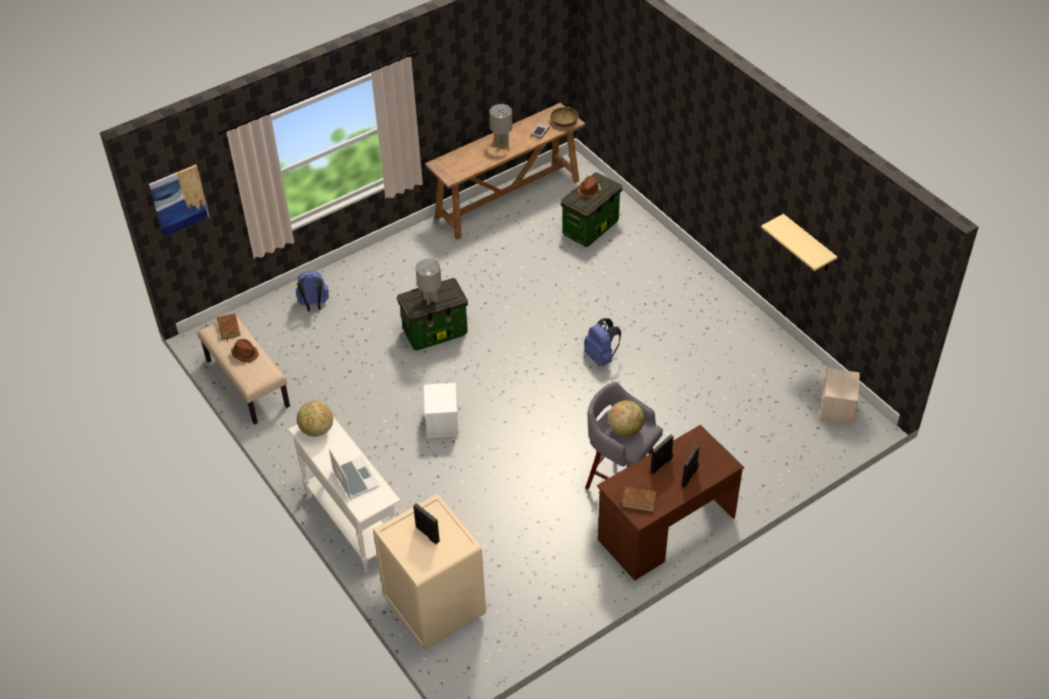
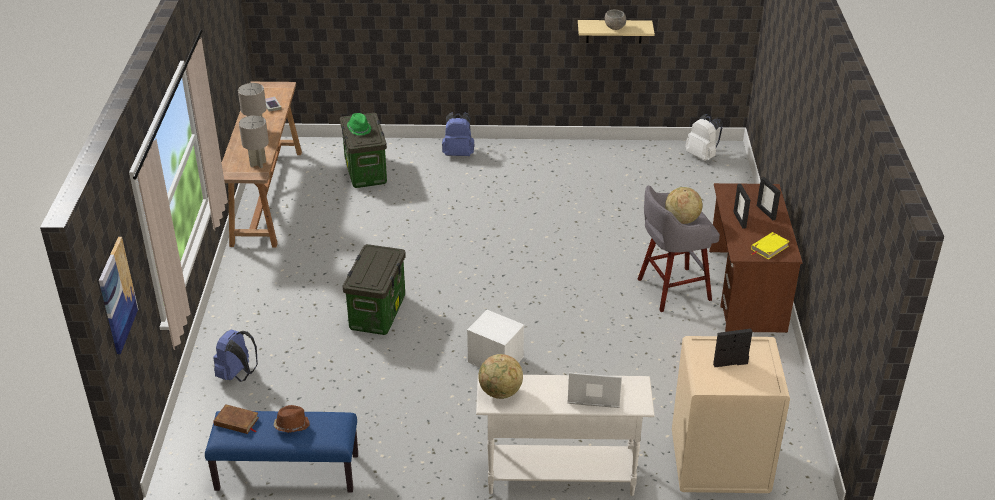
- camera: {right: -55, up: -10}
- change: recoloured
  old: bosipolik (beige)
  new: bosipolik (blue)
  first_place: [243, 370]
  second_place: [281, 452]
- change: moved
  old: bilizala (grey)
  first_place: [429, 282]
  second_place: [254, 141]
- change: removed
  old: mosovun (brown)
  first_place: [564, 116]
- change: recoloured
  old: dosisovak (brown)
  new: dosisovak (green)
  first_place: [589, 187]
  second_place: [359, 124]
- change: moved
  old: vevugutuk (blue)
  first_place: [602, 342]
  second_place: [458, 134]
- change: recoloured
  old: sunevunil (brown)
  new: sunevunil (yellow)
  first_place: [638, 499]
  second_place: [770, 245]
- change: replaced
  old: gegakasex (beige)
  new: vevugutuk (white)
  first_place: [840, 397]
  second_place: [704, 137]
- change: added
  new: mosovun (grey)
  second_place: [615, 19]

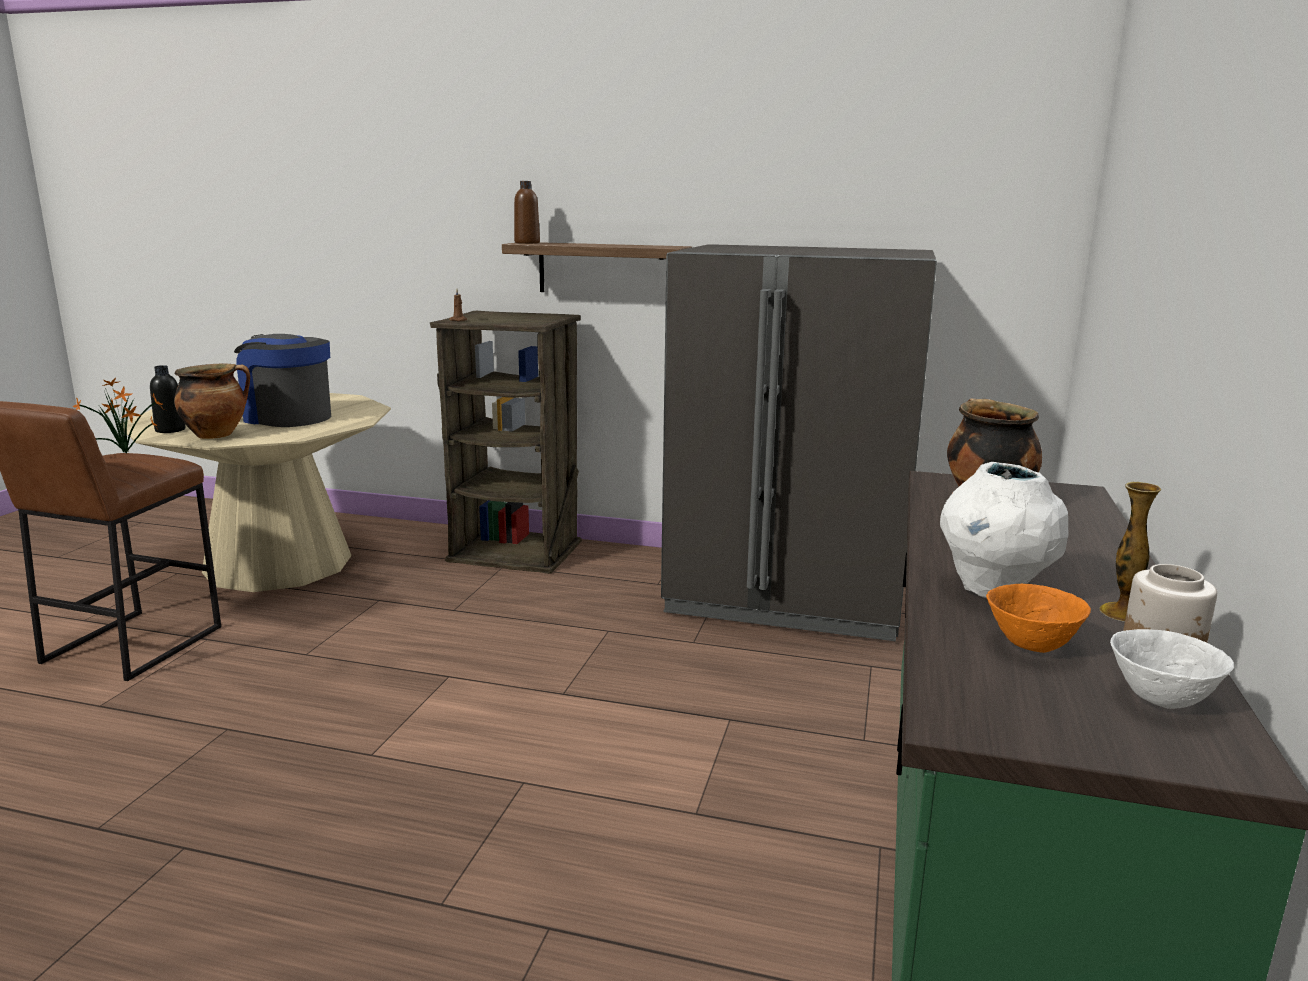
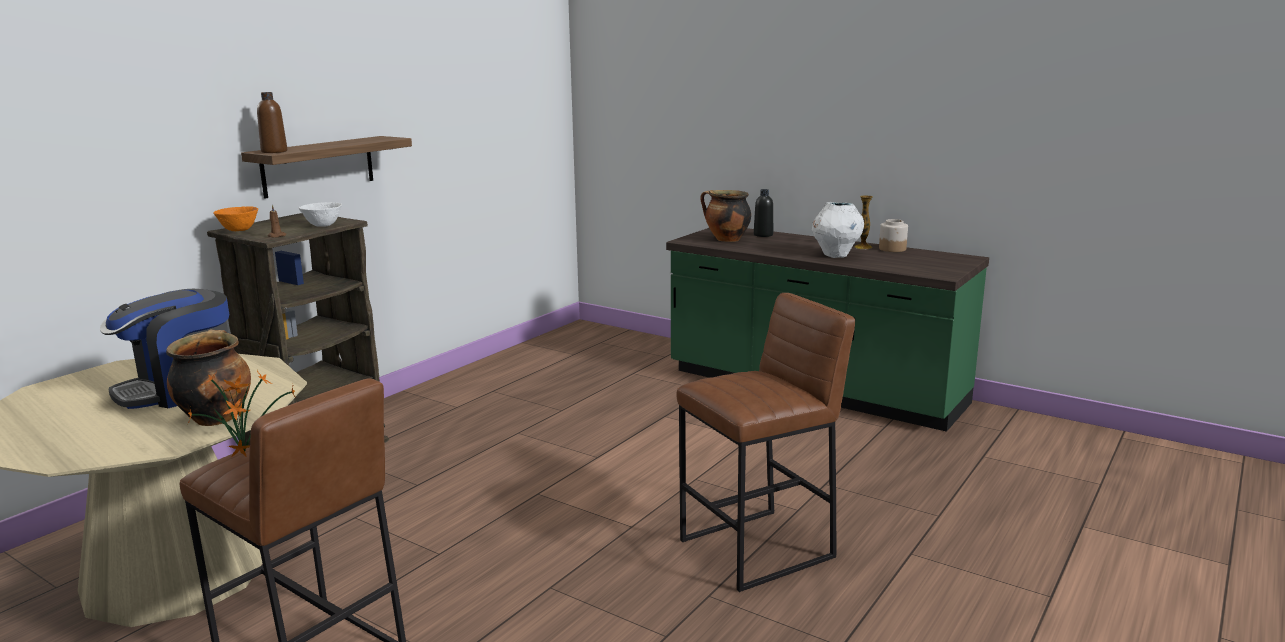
- camera: {right: -70, up: 0}
- change: moved
  old: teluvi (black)
  first_place: [168, 399]
  second_place: [763, 213]
- change: removed
  old: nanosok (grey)
  first_place: [799, 442]
- change: moved
  old: mosovun (orange)
  first_place: [1038, 618]
  second_place: [235, 218]
- change: moved
  old: mosovun (white)
  first_place: [1172, 669]
  second_place: [320, 214]
- change: added
  new: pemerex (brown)
  second_place: [765, 442]

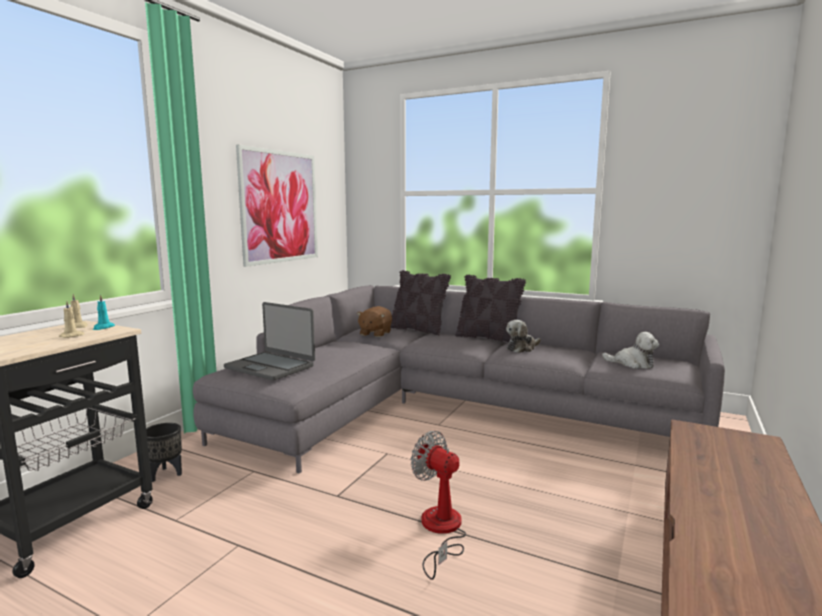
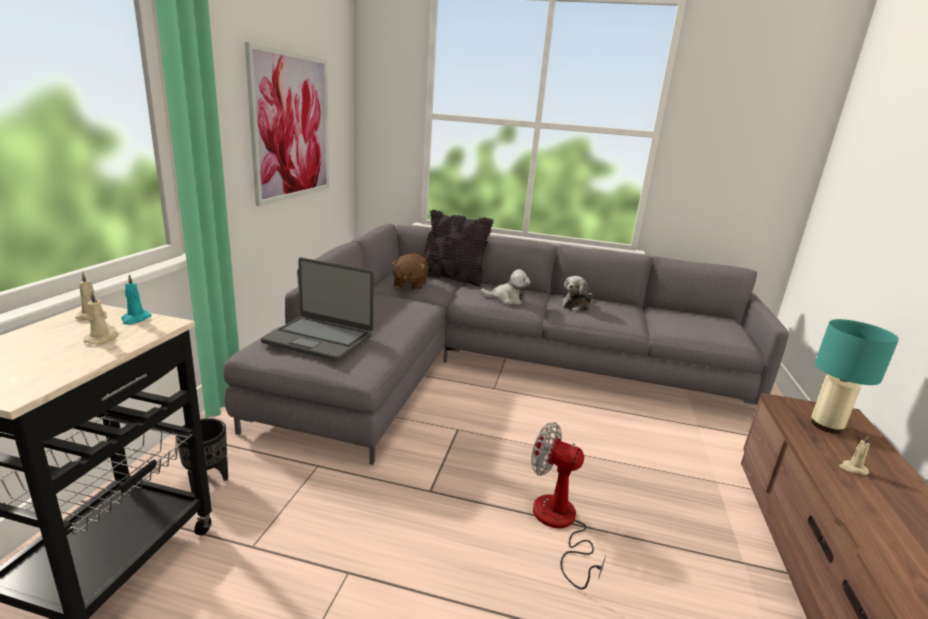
- camera: {right: -15, up: 10}
- change: removed
  old: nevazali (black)
  first_place: [490, 308]
- change: moved
  old: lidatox
  first_place: [630, 350]
  second_place: [506, 287]
- change: added
  new: bilizala (turquoise)
  second_place: [855, 376]
- change: added
  new: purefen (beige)
  second_place: [854, 455]

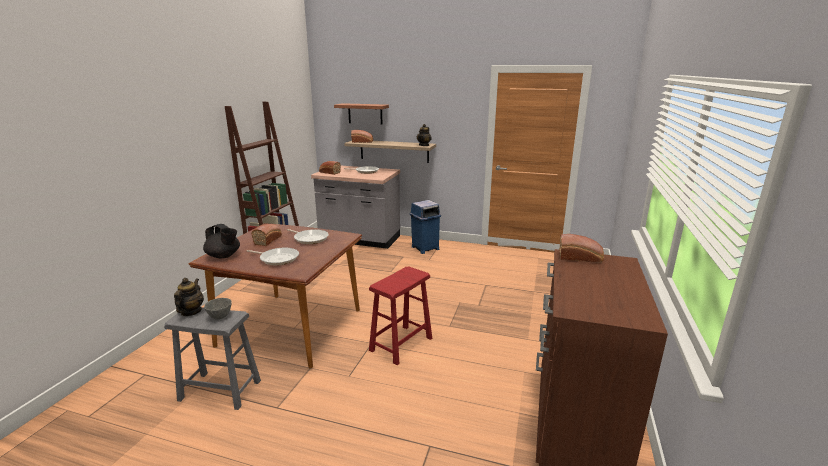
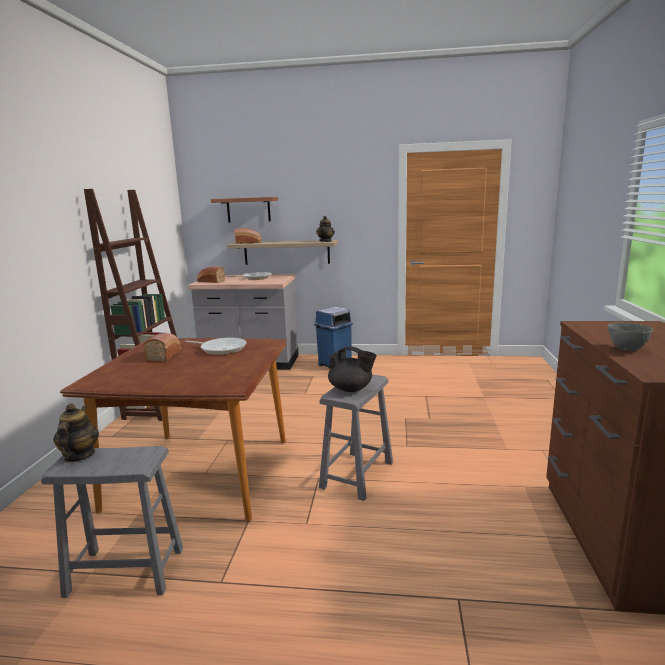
- camera: {right: -10, up: -5}
- change: moved
  old: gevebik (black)
  first_place: [221, 241]
  second_place: [352, 369]
- change: moved
  old: mosovun (grey)
  first_place: [218, 308]
  second_place: [630, 337]
- change: removed
  old: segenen
  first_place: [273, 257]
- change: recoloured
  old: pemerex (red)
  new: pemerex (grey)
  first_place: [400, 316]
  second_place: [356, 437]
- change: removed
  old: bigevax
  first_place: [581, 248]

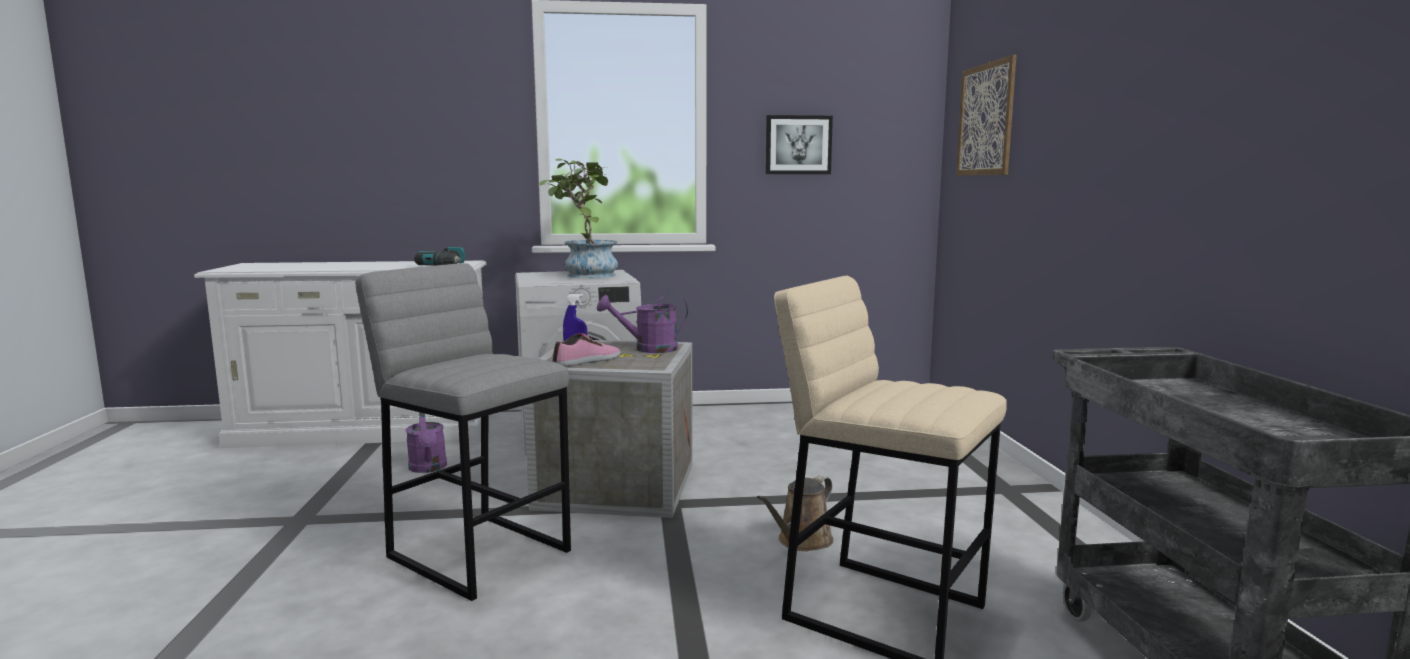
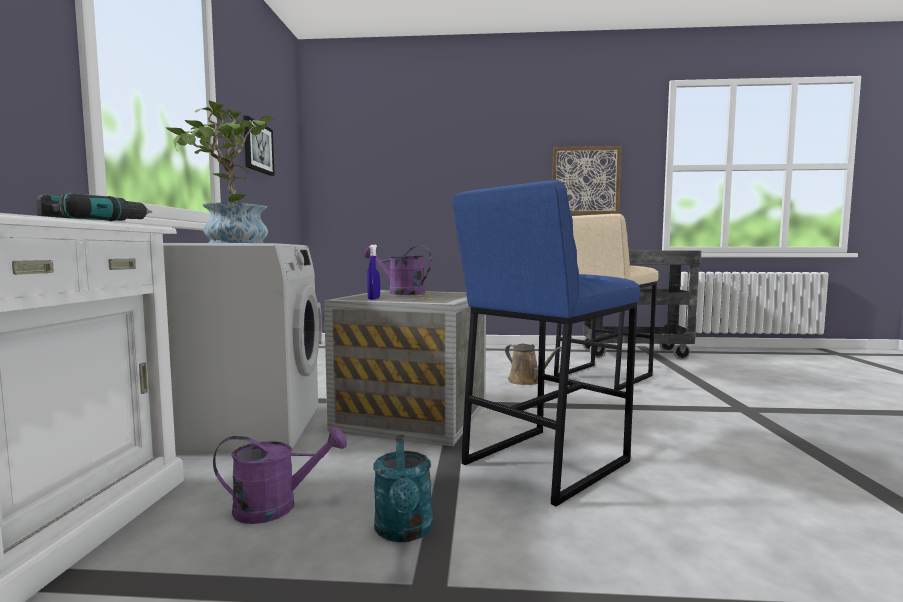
- camera: {right: -80, up: -5}
- change: recoloured
  old: pemerex (grey)
  new: pemerex (blue)
  first_place: [463, 432]
  second_place: [546, 343]
- change: removed
  old: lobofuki
  first_place: [586, 350]
- change: turned
  old: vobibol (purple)
  first_place: [642, 323]
  second_place: [398, 270]
  degrees: 120
- change: moved
  old: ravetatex
  first_place: [986, 115]
  second_place: [586, 180]
- change: added
  new: vobibol (turquoise)
  second_place: [403, 488]

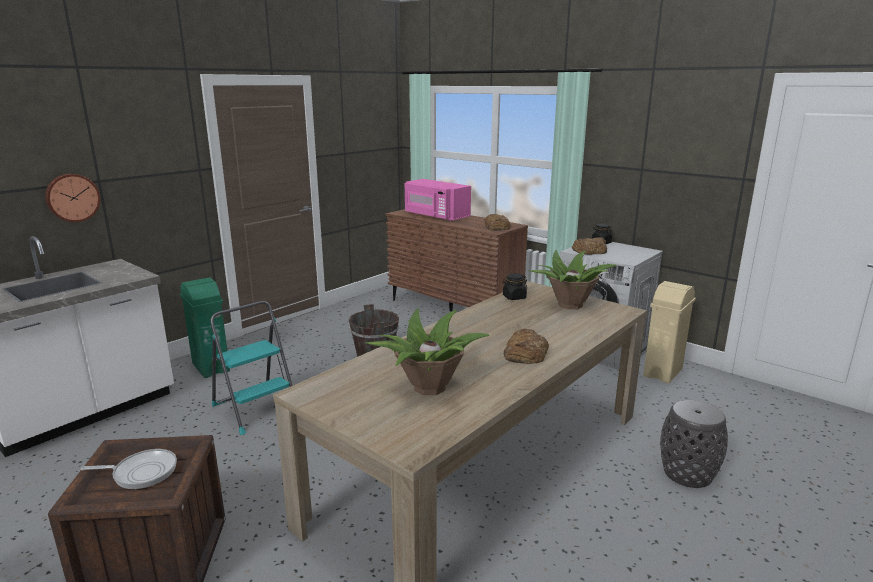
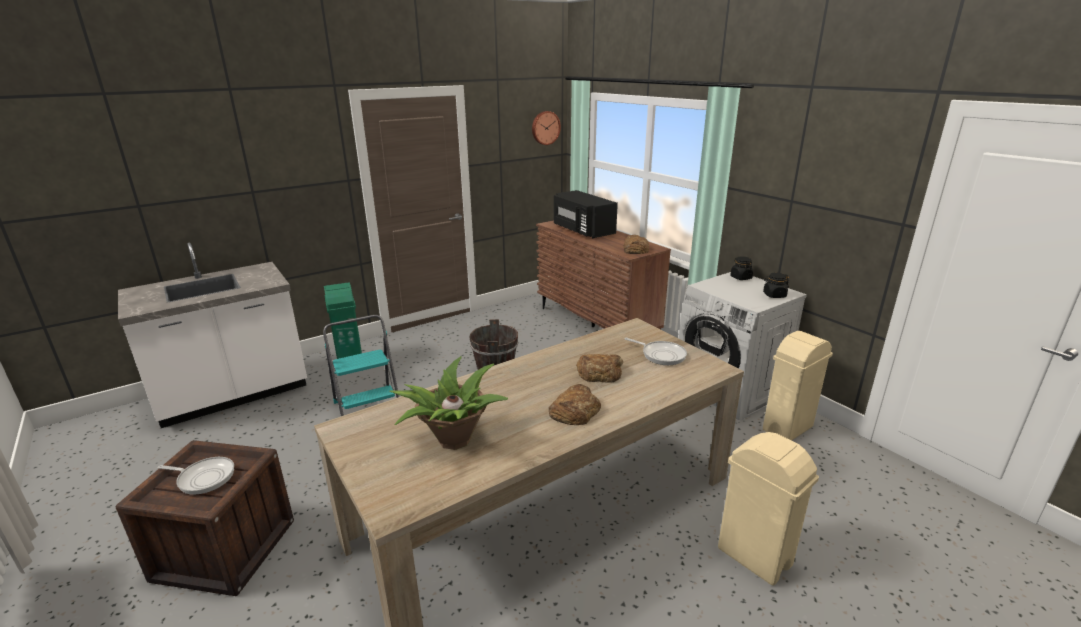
- camera: {right: 15, up: 5}
- change: moved
  old: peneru
  first_place: [73, 198]
  second_place: [546, 128]
- change: recoloured
  old: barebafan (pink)
  new: barebafan (black)
  first_place: [438, 200]
  second_place: [586, 214]
- change: moved
  old: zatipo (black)
  first_place: [514, 286]
  second_place: [776, 285]
- change: replaced
  old: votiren
  new: segenen
  first_place: [572, 280]
  second_place: [655, 351]
- change: moved
  old: bigevax
  first_place: [589, 246]
  second_place: [599, 368]
- change: replaced
  old: pemerex (grey)
  new: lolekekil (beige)
  first_place: [694, 444]
  second_place: [768, 509]

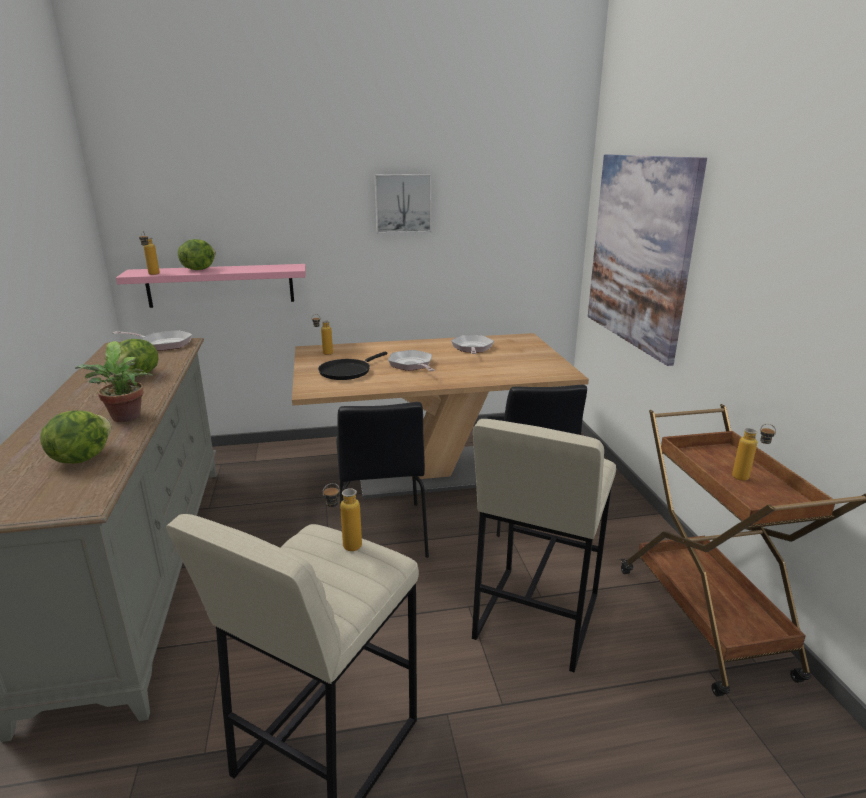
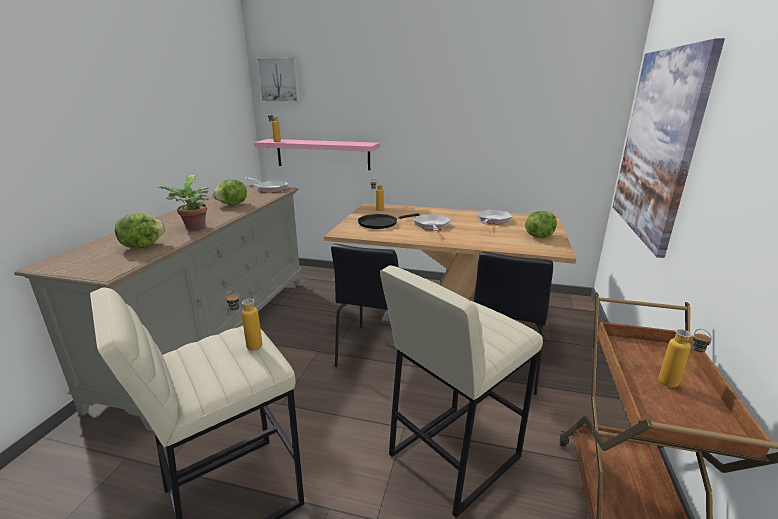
- camera: {right: 25, up: 0}
- change: moved
  old: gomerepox
  first_place: [197, 254]
  second_place: [541, 225]
- change: moved
  old: ravetatex
  first_place: [403, 204]
  second_place: [278, 80]

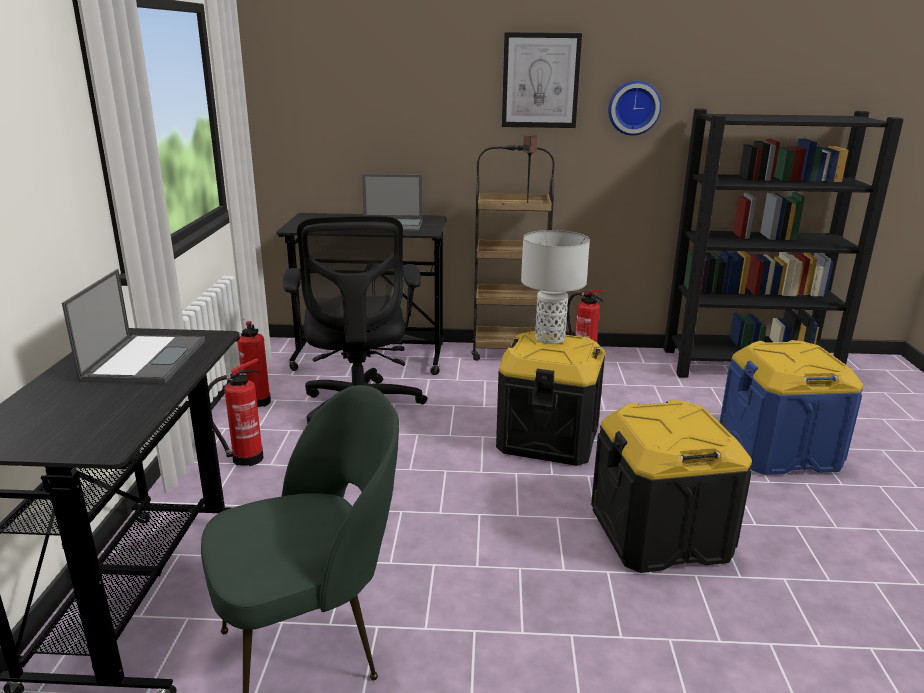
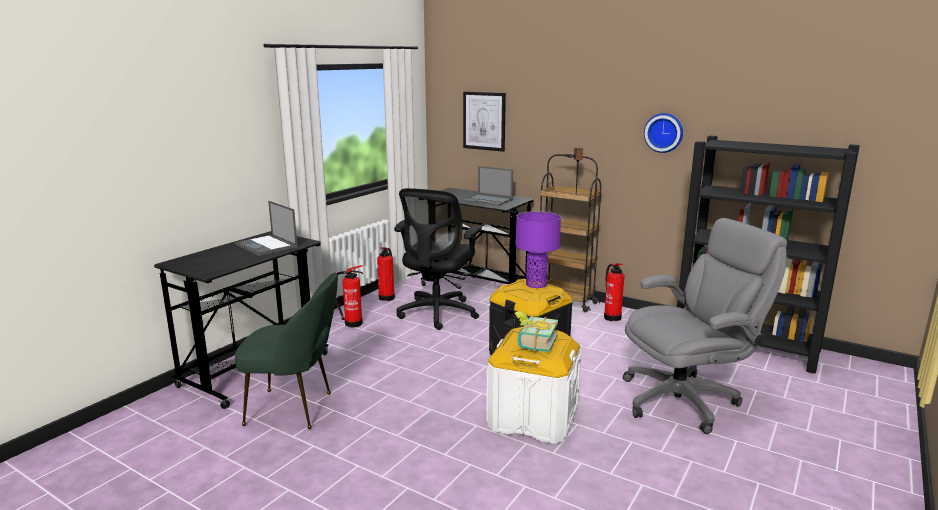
- camera: {right: 30, up: -5}
- change: turned
  old: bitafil
  first_place: [133, 326]
  second_place: [266, 228]
  degrees: 105
- change: moved
  old: ravetatex
  first_place: [542, 80]
  second_place: [484, 122]
- change: recoloured
  old: bilizala (white)
  new: bilizala (purple)
  first_place: [555, 287]
  second_place: [538, 249]
- change: recoloured
  old: gegakasex (black)
  new: gegakasex (white)
  first_place: [671, 486]
  second_place: [533, 385]
- change: replaced
  old: gegakasex (blue)
  new: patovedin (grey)
  first_place: [791, 407]
  second_place: [705, 326]
- change: added
  new: sunevunil
  second_place: [536, 332]

